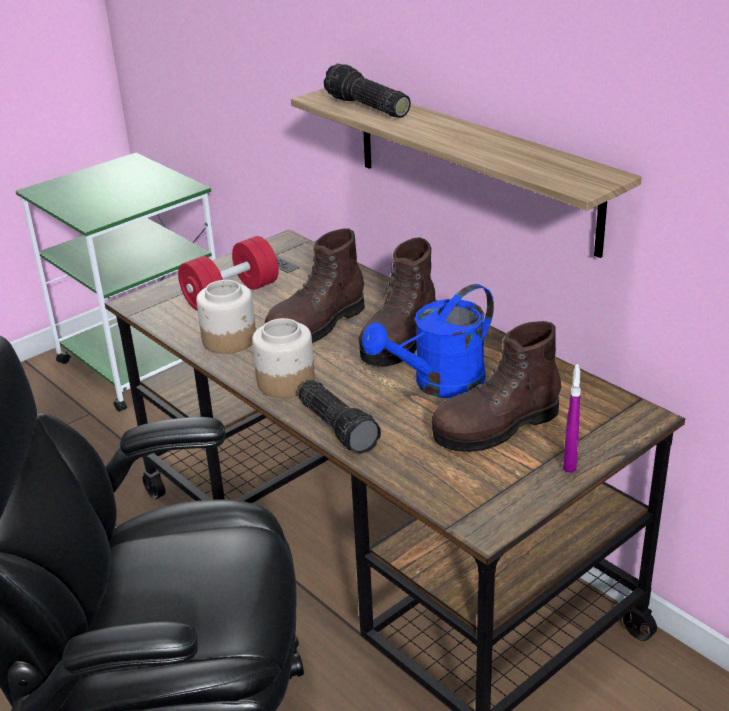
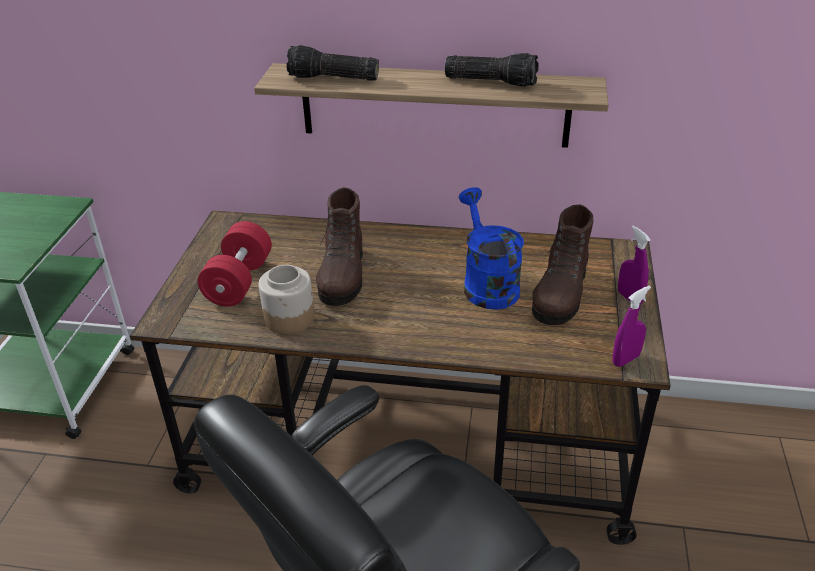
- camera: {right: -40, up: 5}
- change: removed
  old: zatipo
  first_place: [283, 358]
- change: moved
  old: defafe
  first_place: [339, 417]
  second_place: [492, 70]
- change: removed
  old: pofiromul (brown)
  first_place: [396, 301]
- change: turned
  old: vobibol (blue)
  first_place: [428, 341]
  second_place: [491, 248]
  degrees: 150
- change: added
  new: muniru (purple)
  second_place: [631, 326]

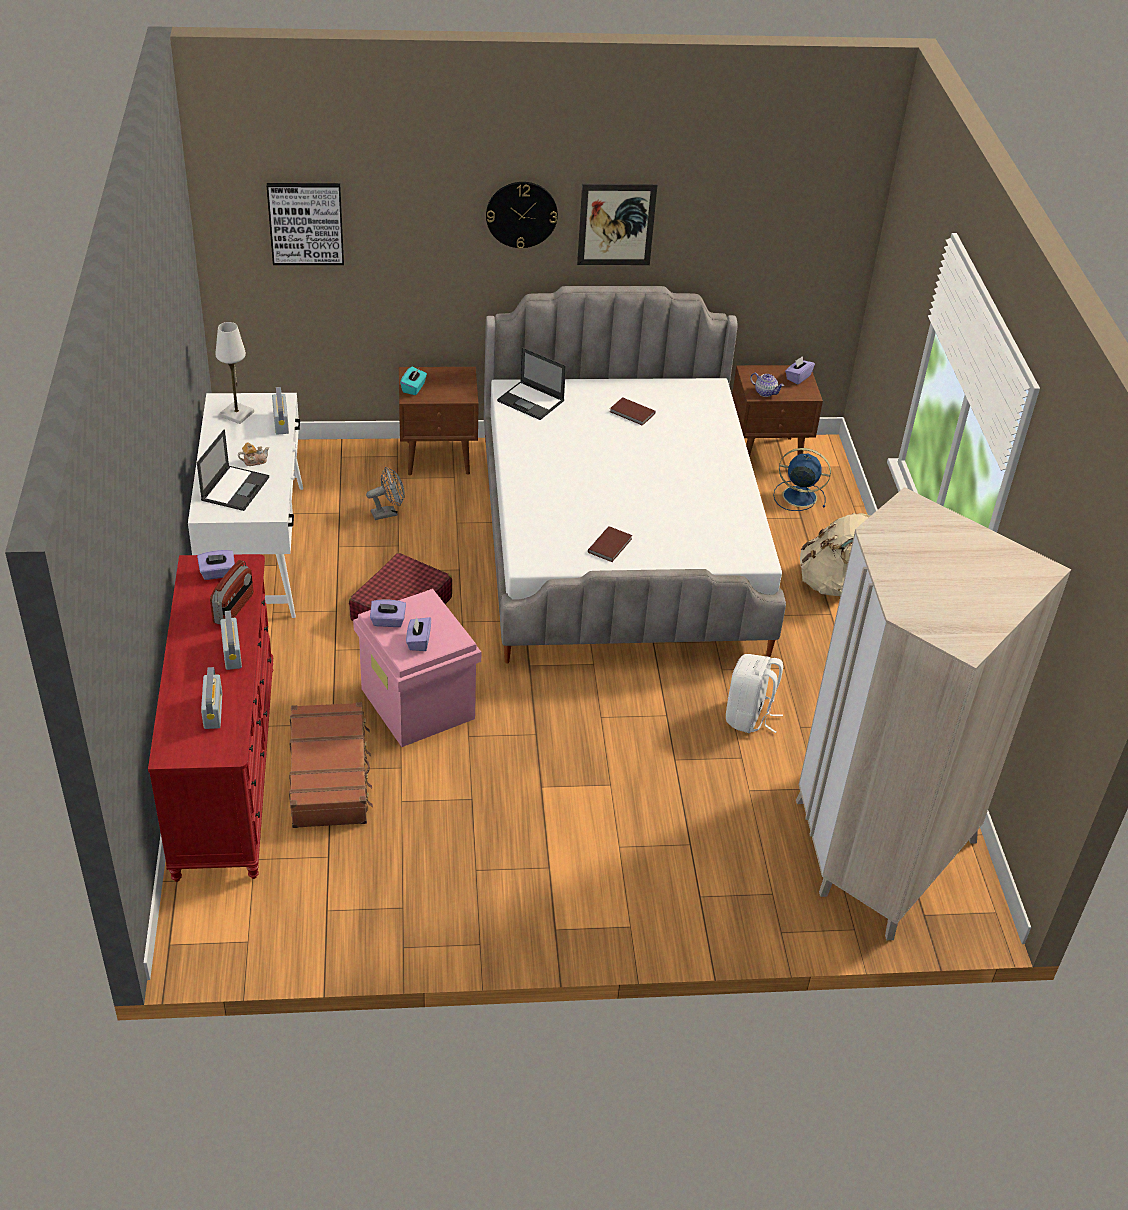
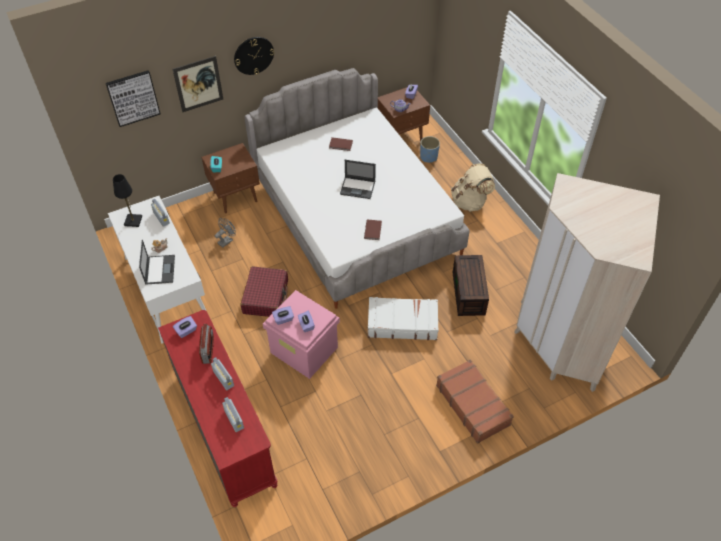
- camera: {right: -20, up: 10}
- change: recoloured
  old: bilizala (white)
  new: bilizala (black)
  first_place: [234, 373]
  second_place: [127, 200]
- change: moved
  old: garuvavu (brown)
  first_place: [331, 765]
  second_place: [475, 402]
- change: moved
  old: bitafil
  first_place: [531, 383]
  second_place: [358, 179]
- change: moved
  old: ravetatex
  first_place: [617, 224]
  second_place: [197, 84]
- change: replaced
  old: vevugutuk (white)
  new: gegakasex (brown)
  first_place: [754, 693]
  second_place: [471, 285]
- change: replaced
  old: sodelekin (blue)
  new: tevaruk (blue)
  first_place: [802, 479]
  second_place: [430, 149]
- change: added
  new: garuvavu (white)
  second_place: [403, 318]

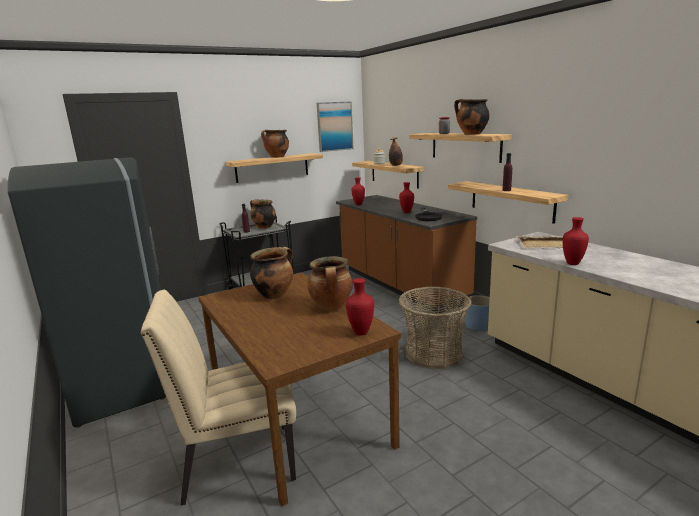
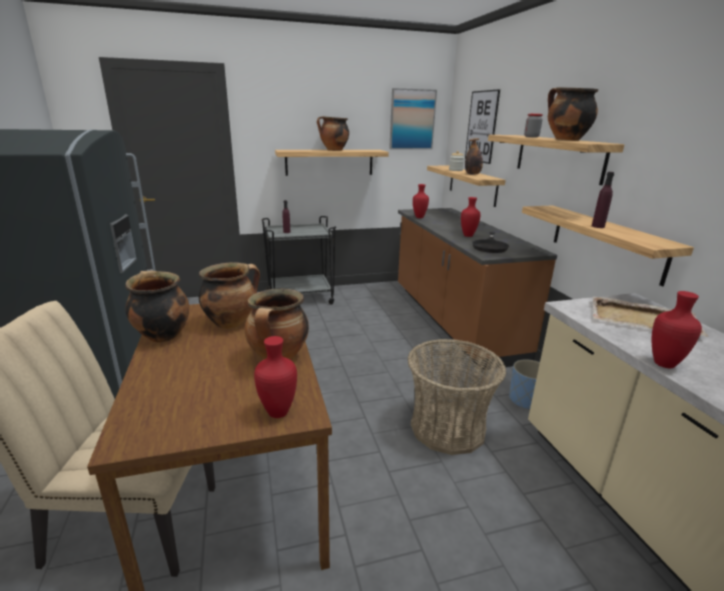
- camera: {right: 15, up: 5}
- change: moved
  old: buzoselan
  first_place: [263, 214]
  second_place: [157, 306]
- change: added
  new: ravetatex
  second_place: [482, 126]

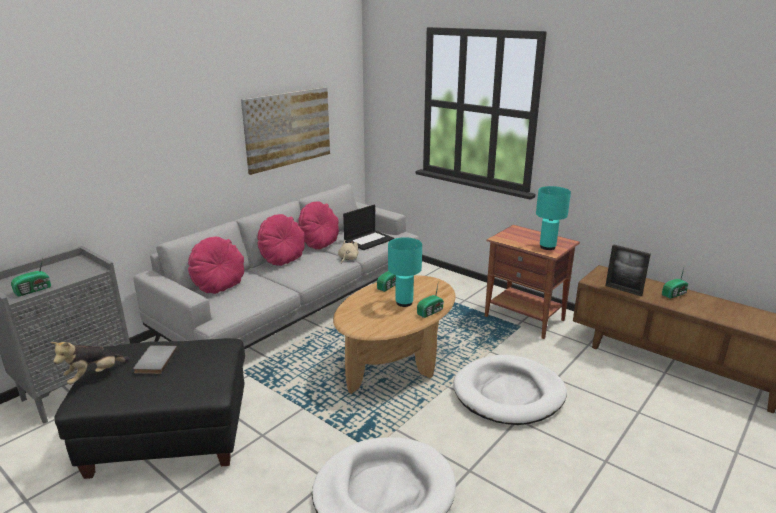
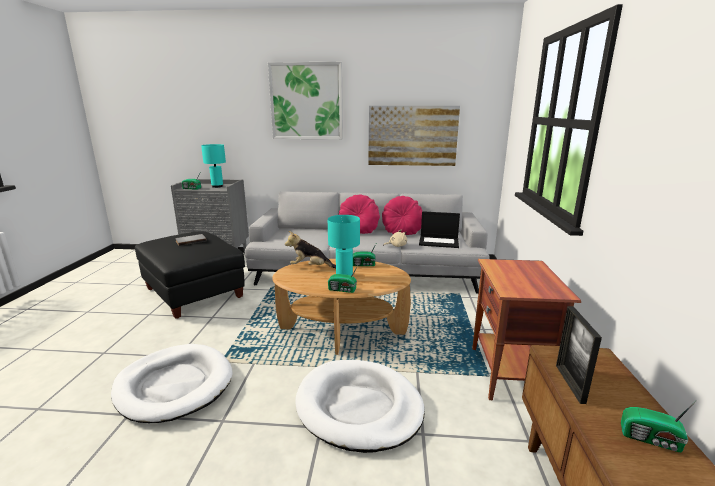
- camera: {right: 55, up: -5}
- change: moved
  old: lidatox
  first_place: [90, 363]
  second_place: [310, 249]
- change: removed
  old: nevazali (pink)
  first_place: [216, 265]
- change: moved
  old: bilizala (turquoise)
  first_place: [553, 218]
  second_place: [213, 166]
- change: added
  new: ravetatex
  second_place: [305, 100]

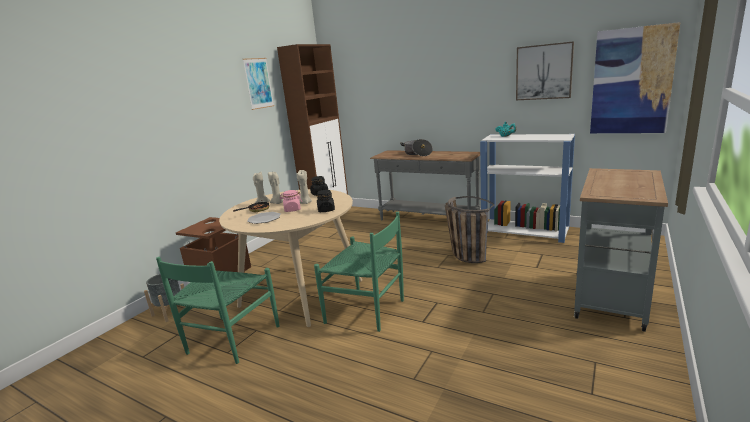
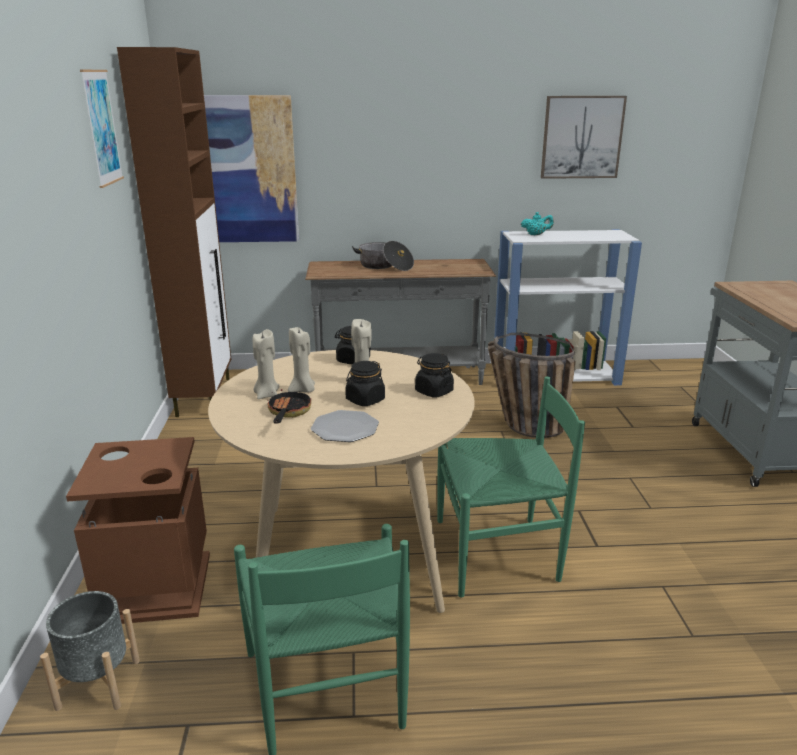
- camera: {right: -35, up: 5}
- change: recoloured
  old: zatipo (pink)
  new: zatipo (black)
  first_place: [291, 201]
  second_place: [365, 383]
- change: moved
  old: ravetatex
  first_place: [635, 77]
  second_place: [251, 168]

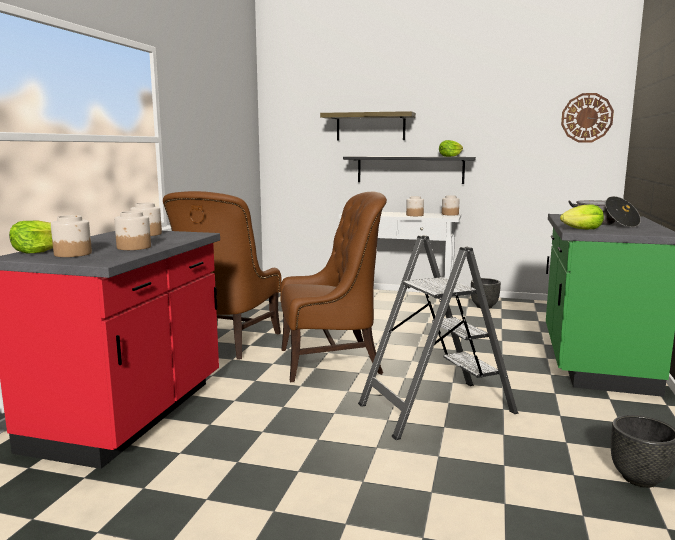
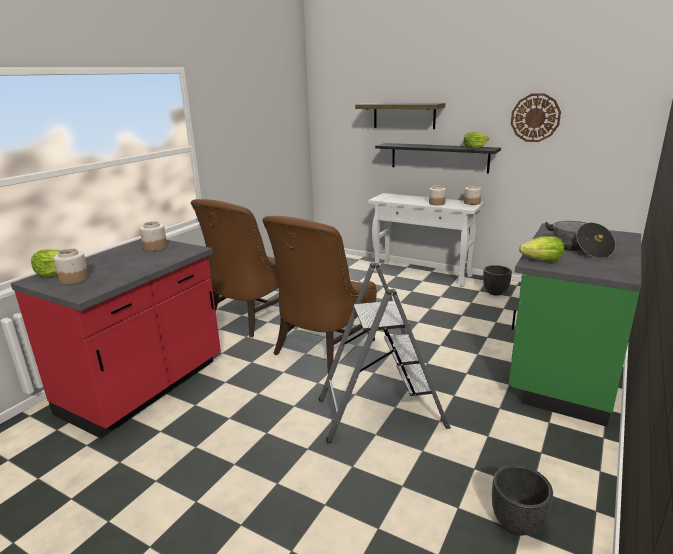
- camera: {right: 15, up: 10}
- change: removed
  old: zatipo
  first_place: [132, 230]
- change: turned
  old: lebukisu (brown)
  first_place: [333, 287]
  second_place: [320, 295]
  degrees: 120
- change: moved
  old: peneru
  first_place: [587, 117]
  second_place: [536, 117]

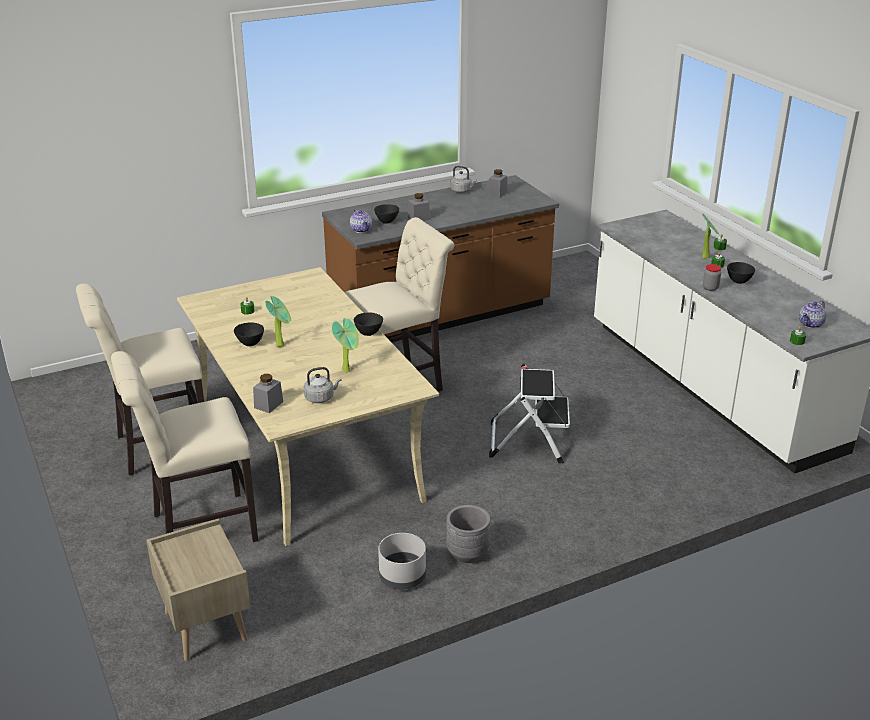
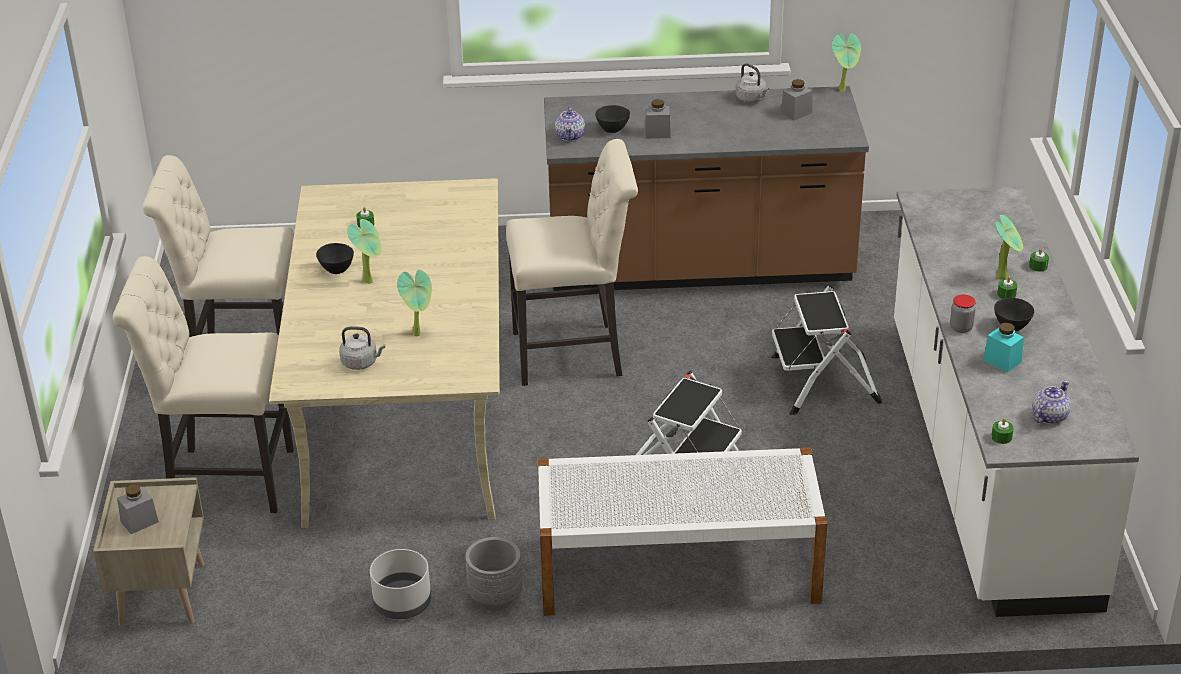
- camera: {right: 25, up: 5}
- change: moved
  old: zatipo (grey)
  first_place: [268, 393]
  second_place: [138, 509]
- change: removed
  old: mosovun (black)
  first_place: [368, 324]
- change: turned
  old: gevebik
  first_place: [812, 314]
  second_place: [1051, 402]
  degrees: 150
- change: added
  new: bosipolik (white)
  second_place: [682, 531]
- change: added
  new: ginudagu
  second_place: [827, 349]
- change: added
  new: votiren
  second_place: [846, 62]
- change: added
  new: zatipo (turquoise)
  second_place: [1003, 347]

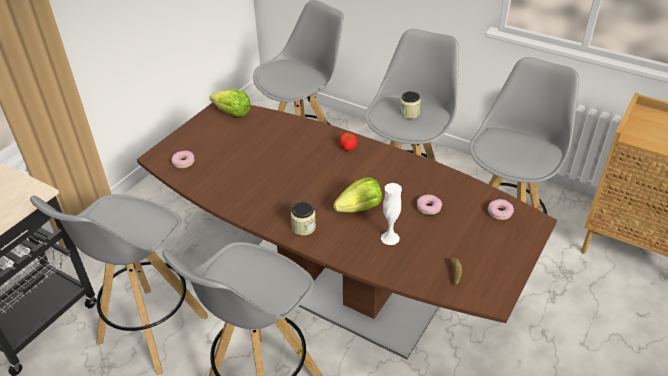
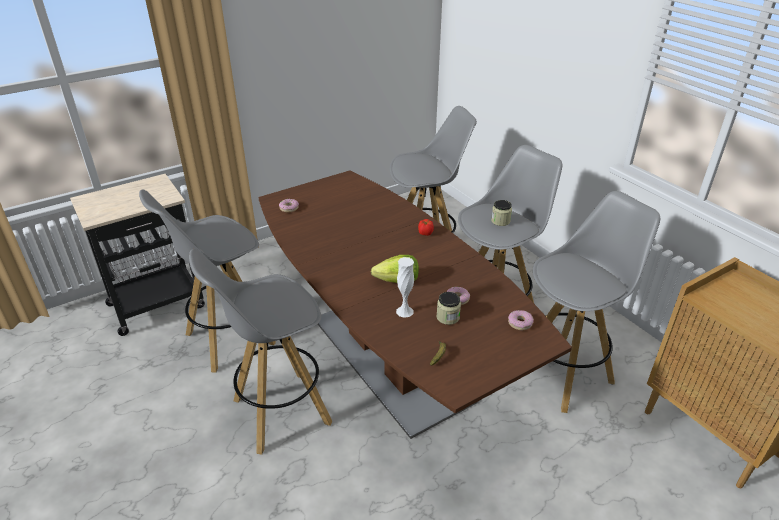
- camera: {right: 25, up: -5}
- change: removed
  old: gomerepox
  first_place: [230, 103]
- change: moved
  old: zatipo
  first_place: [303, 219]
  second_place: [448, 308]

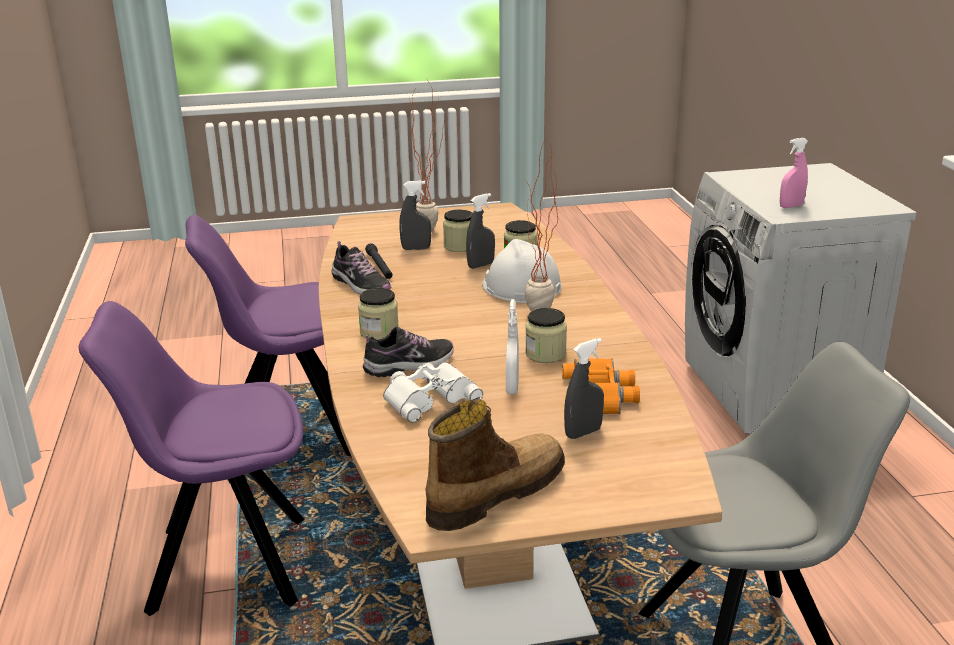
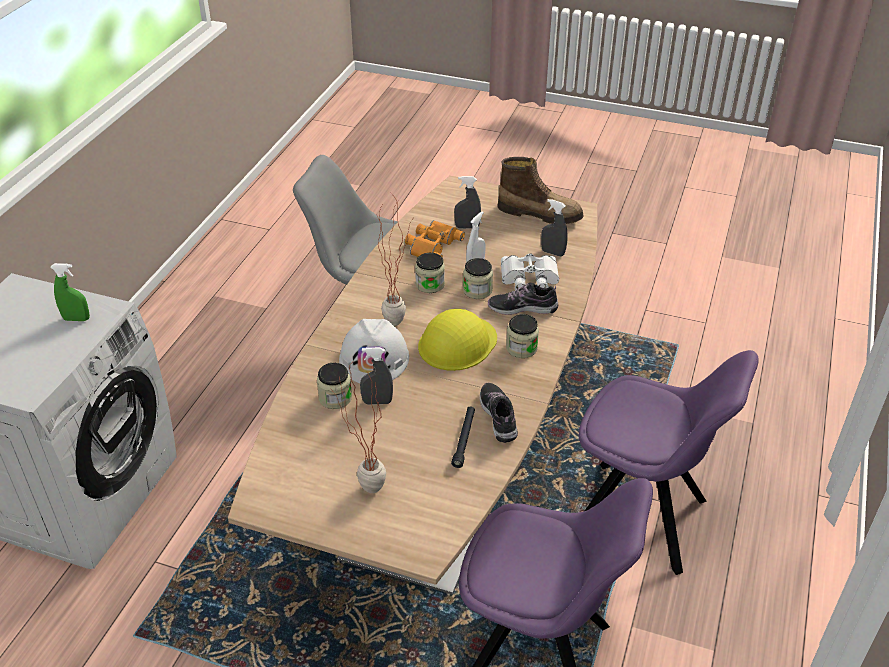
- camera: {right: -150, up: 15}
- change: moved
  old: muniru (grey)
  first_place: [415, 215]
  second_place: [554, 228]
- change: turned
  old: pofiromul
  first_place: [495, 465]
  second_place: [541, 190]
  degrees: -150
- change: moved
  old: zatipo
  first_place: [458, 231]
  second_place: [478, 278]
- change: recoloured
  old: muniru (pink)
  new: muniru (green)
  first_place: [794, 173]
  second_place: [70, 292]
- change: added
  new: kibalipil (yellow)
  second_place: [457, 340]

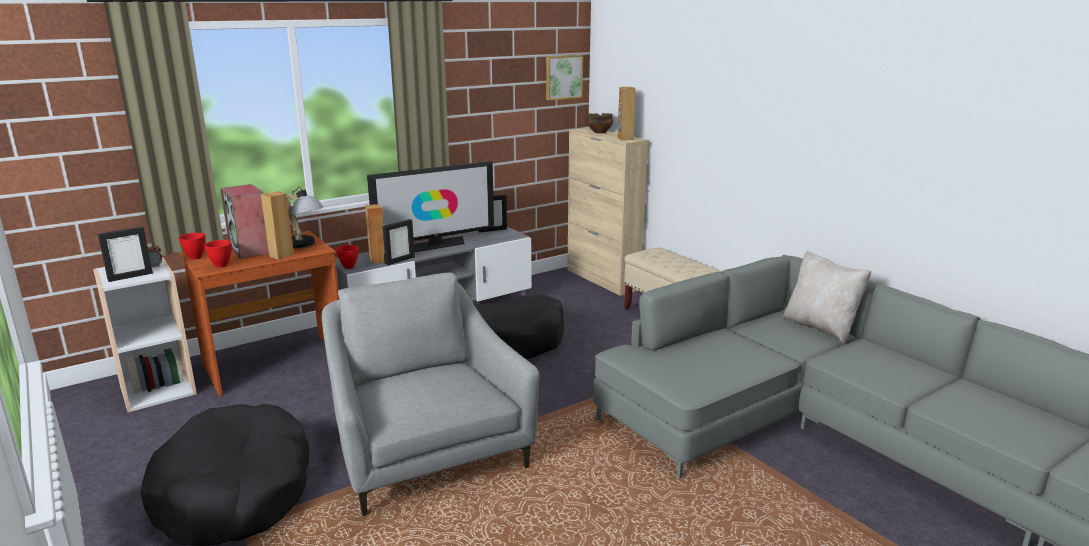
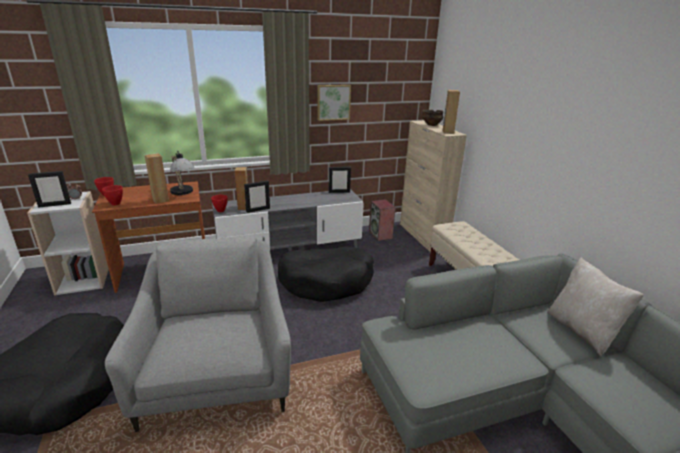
- camera: {right: 15, up: 5}
- change: moved
  old: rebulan
  first_place: [244, 221]
  second_place: [382, 220]
- change: removed
  old: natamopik
  first_place: [430, 206]
- change: moved
  old: ravetatex
  first_place: [564, 78]
  second_place: [334, 103]

